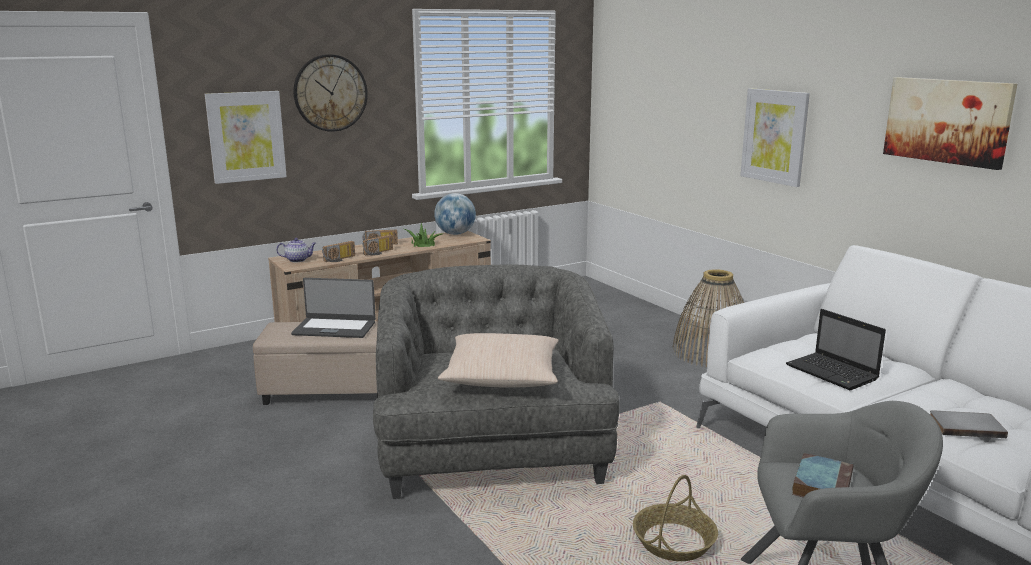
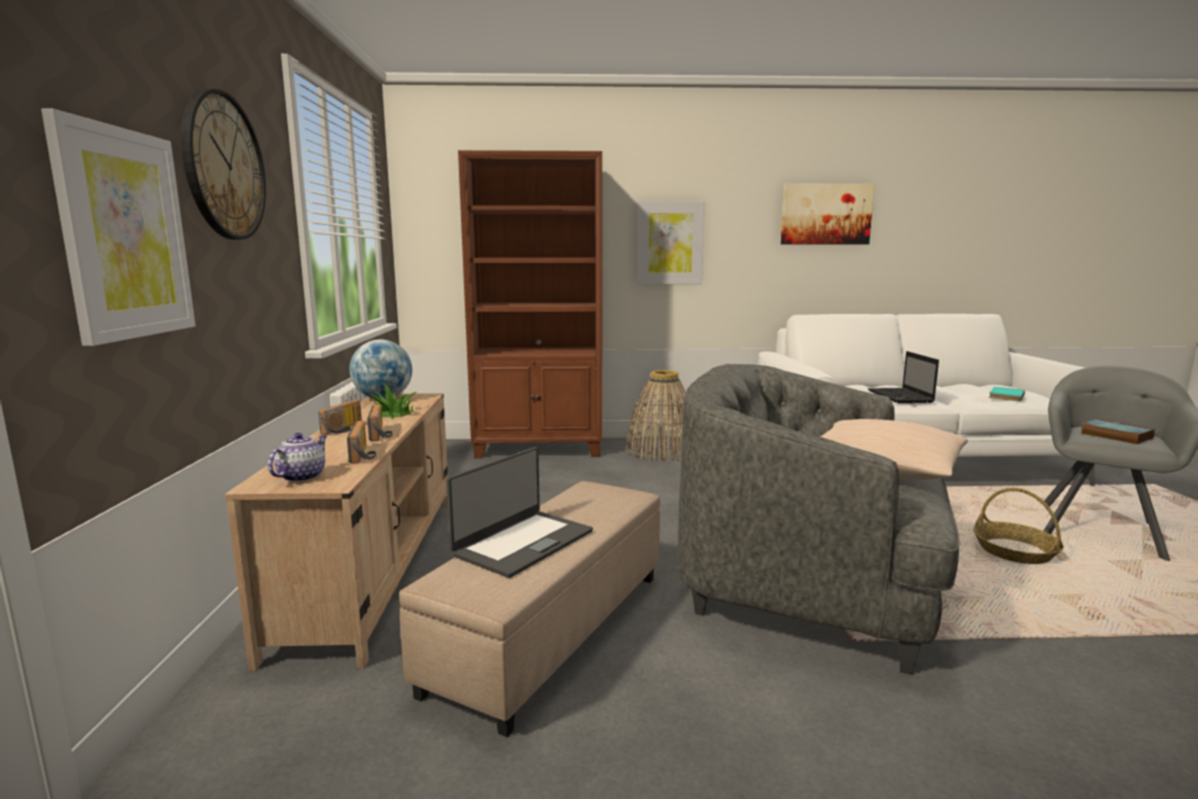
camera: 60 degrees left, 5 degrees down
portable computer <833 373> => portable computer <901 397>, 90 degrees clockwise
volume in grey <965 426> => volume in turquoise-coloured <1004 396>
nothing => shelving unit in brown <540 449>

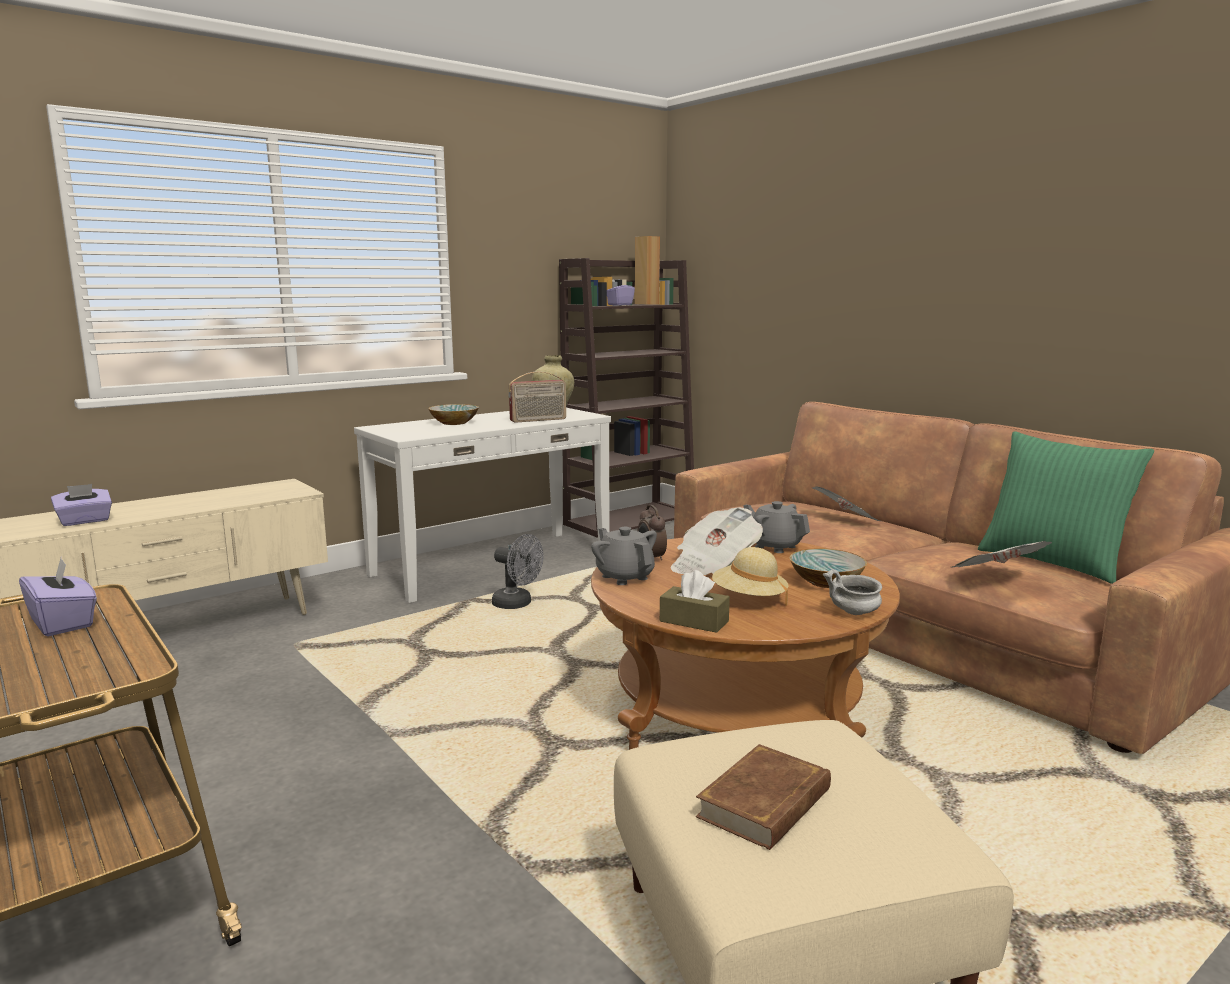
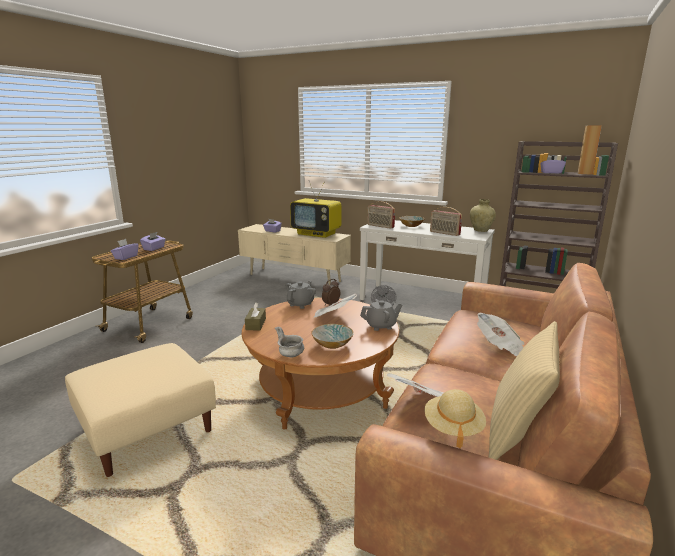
camera: 65 degrees right, 5 degrees up
volume in brown <765 803> => nothing
hat in beige <749 599> => hat in beige <453 427>, move
tea pot in grey <774 546> => tea pot in grey <381 326>, 60 degrees clockwise
cushion in green <1053 562> => cushion in beige <517 434>
nothing => tissue holder in purple <126 257>
nothing => TV set <317 234>
nothing => radio receiver <380 226>

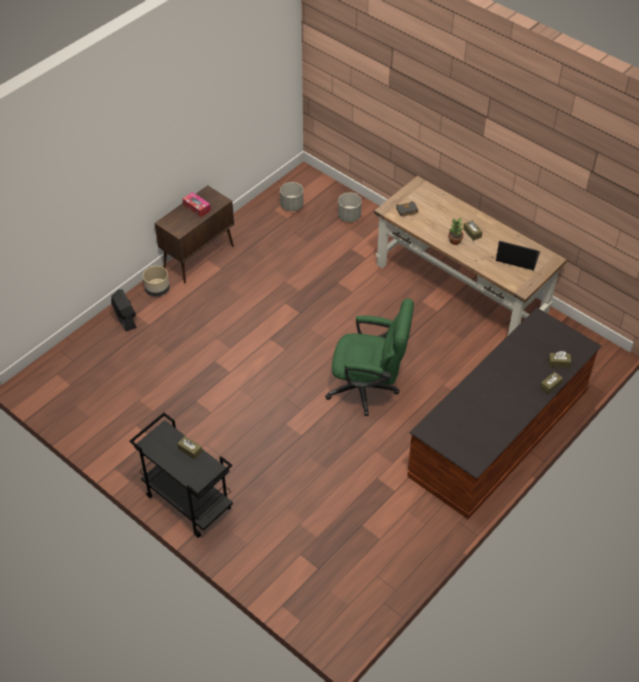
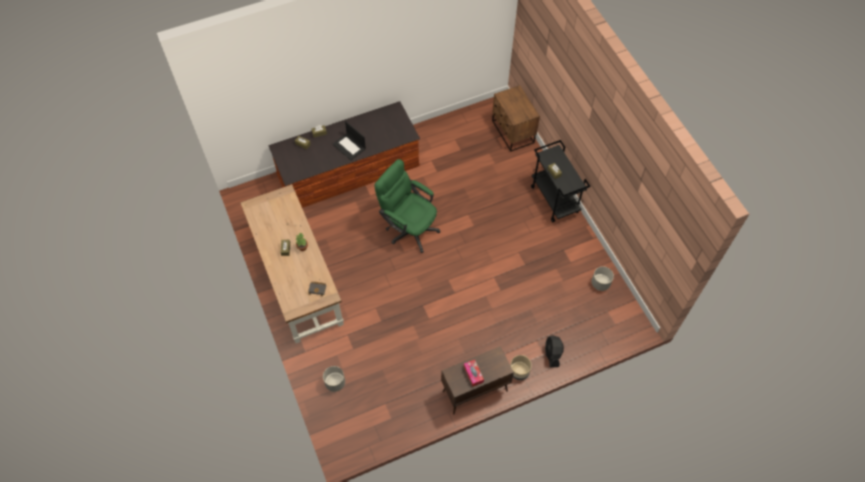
camera: 155 degrees left, 10 degrees up
planter in grey <291 206> => planter in grey <600 283>, move
portable computer <517 257> => portable computer <349 146>, move
nothing => bedside table in brown <512 132>

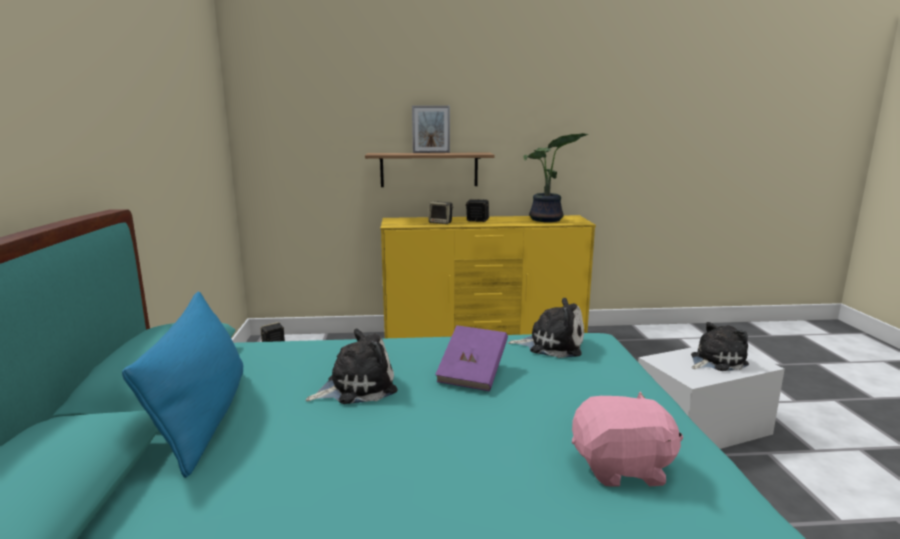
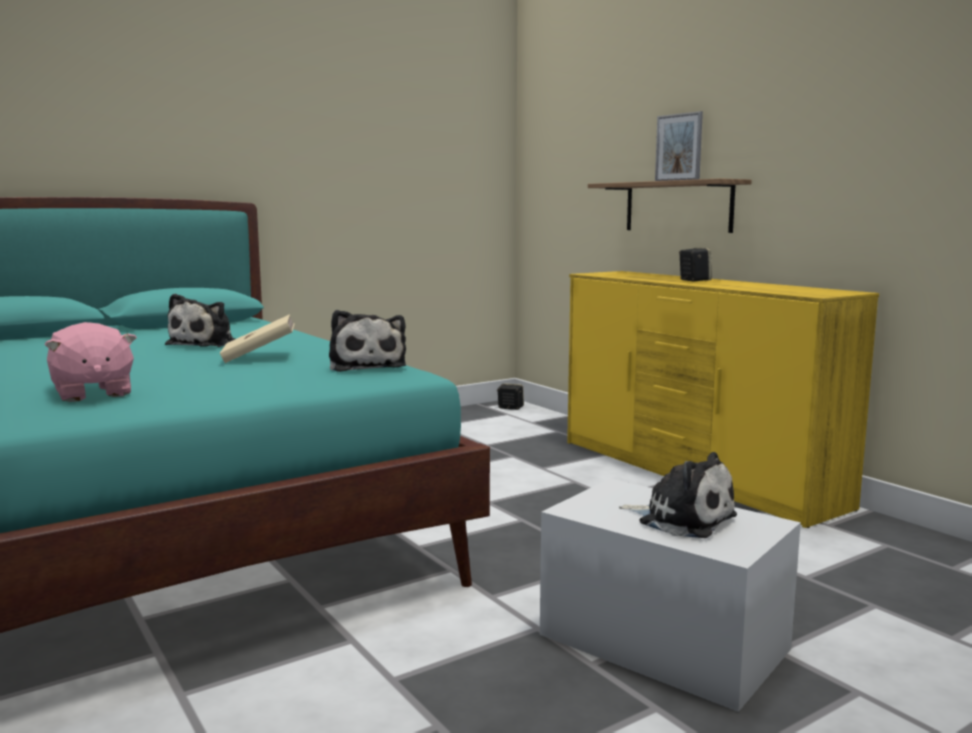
camera: 60 degrees right, 5 degrees down
cushion in blue <203 417> => nothing
cuddly toy <356 387> => cuddly toy <206 344>, 75 degrees clockwise
speaker <441 223> => nothing
volume in purple <472 374> => volume in beige <259 357>
houseplant <546 220> => nothing

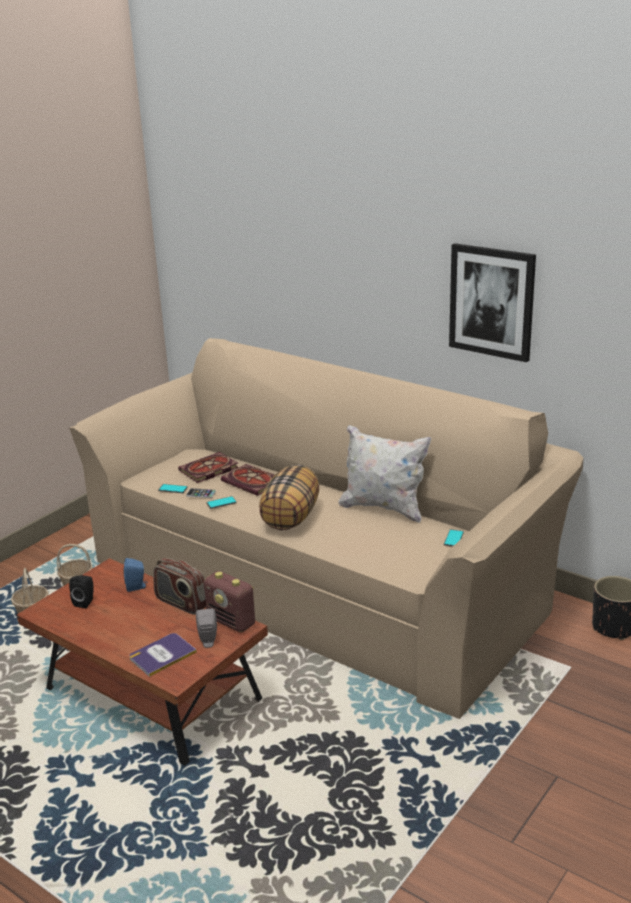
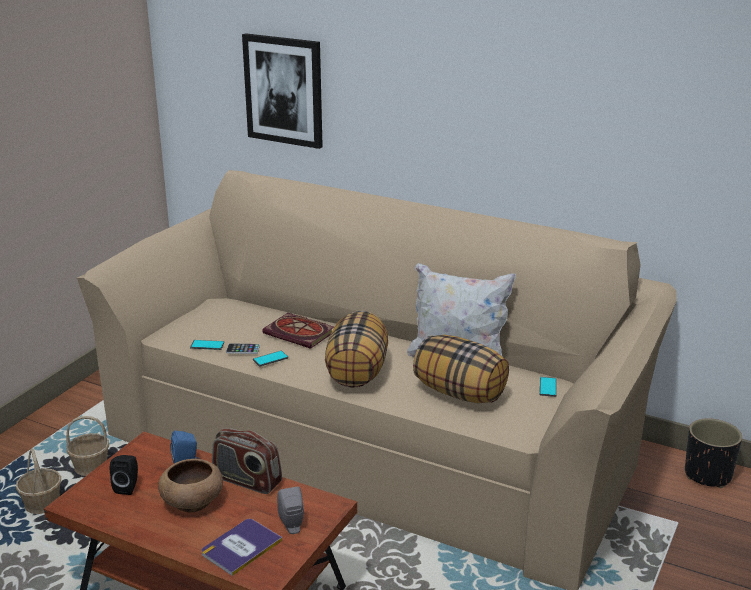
camera: 10 degrees left, 0 degrees up
volume <208 470> => nothing
radio receiver <232 622> => nothing
wall art <492 301> => wall art <284 90>, move
nothing => serving bowl in brown <192 501>
nothing => cushion <460 393>

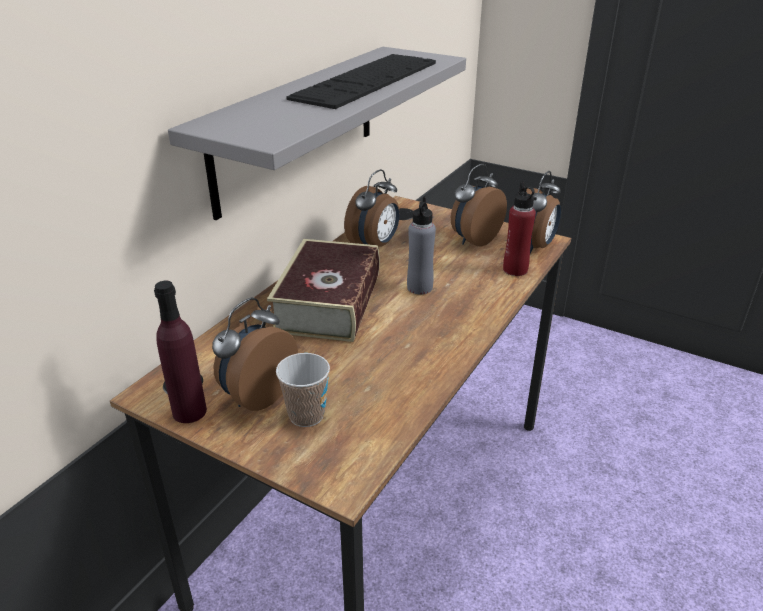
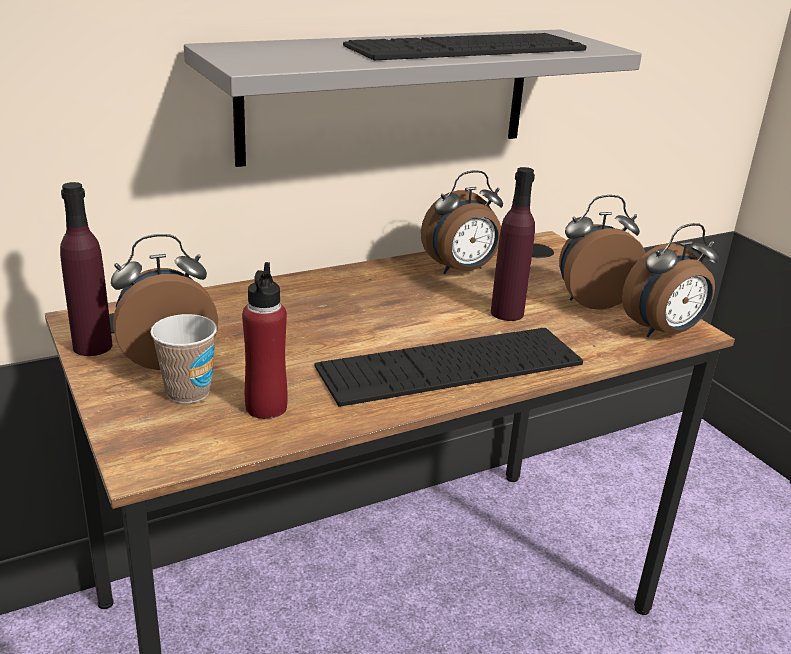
camera: 30 degrees right, 5 degrees down
volume <328 303> => nothing
bottle in grey <419 287> => nothing
bottle in reddish <515 269> => bottle in reddish <266 407>, move
nothing => computer keyboard <451 365>
nothing => bottle in purple <507 313>

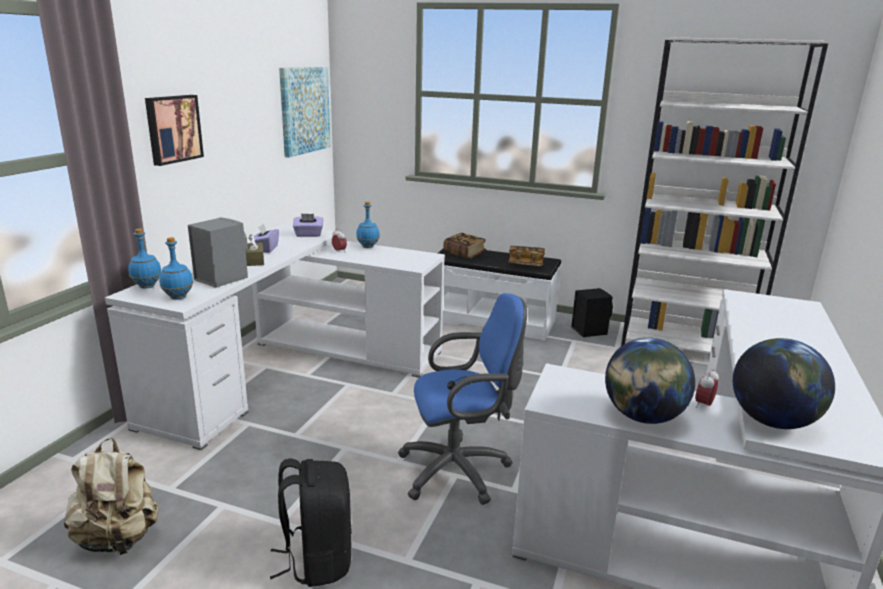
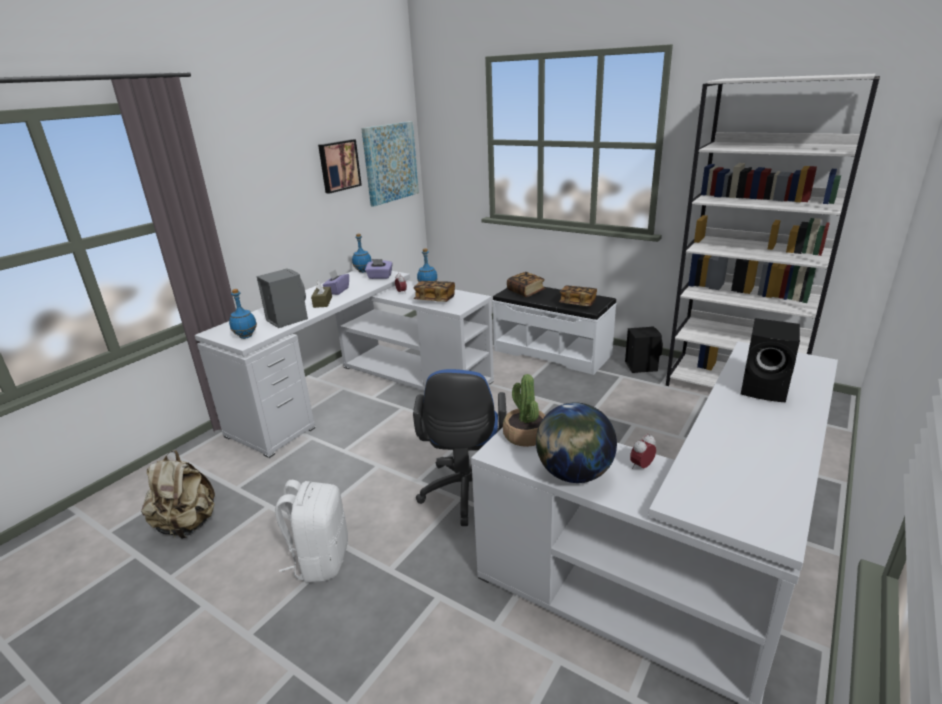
camera: 15 degrees right, 5 degrees up
bottle in blue <147 286> => bottle in blue <363 271>, move
wall art <172 129> => wall art <338 165>, move
knapsack in black <317 559> => knapsack in white <321 560>
office chair in blue <460 470> => office chair in blue <465 494>, 90 degrees clockwise
globe <772 421> => nothing
nothing => volume <435 300>
nothing => houseplant <525 435>
nothing => speaker in black <765 389>

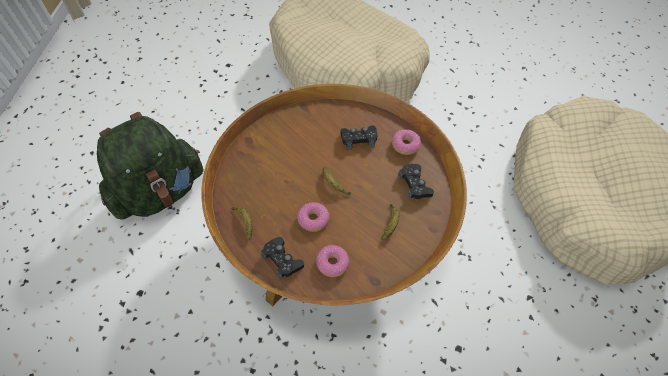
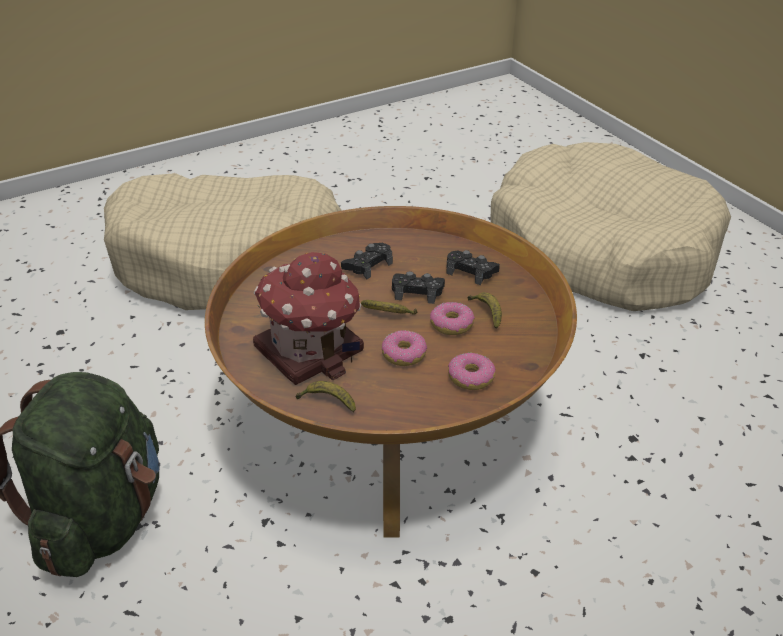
camera: 40 degrees left, 20 degrees down
joypad in black <282 260> => joypad in black <417 292>, move
ring doughnut <405 145> => ring doughnut <452 324>, move
nothing => miniature house <311 349>

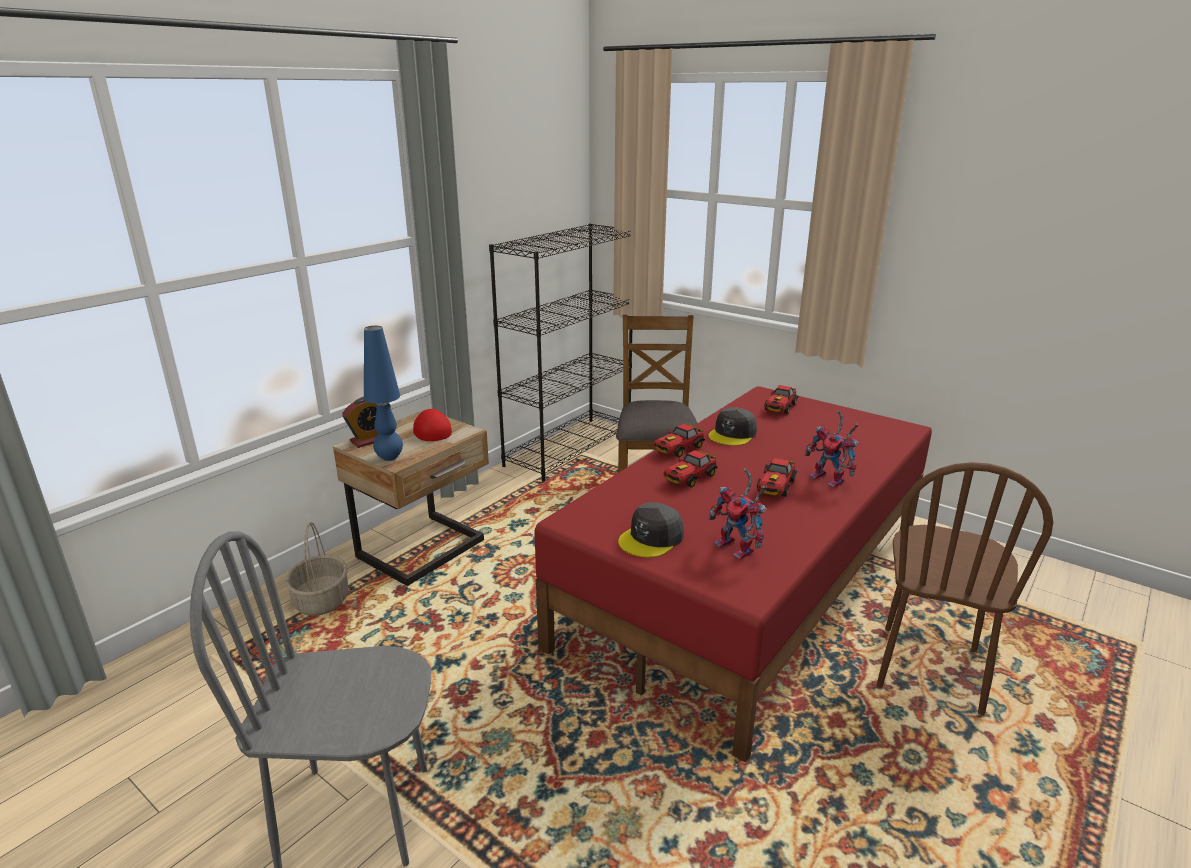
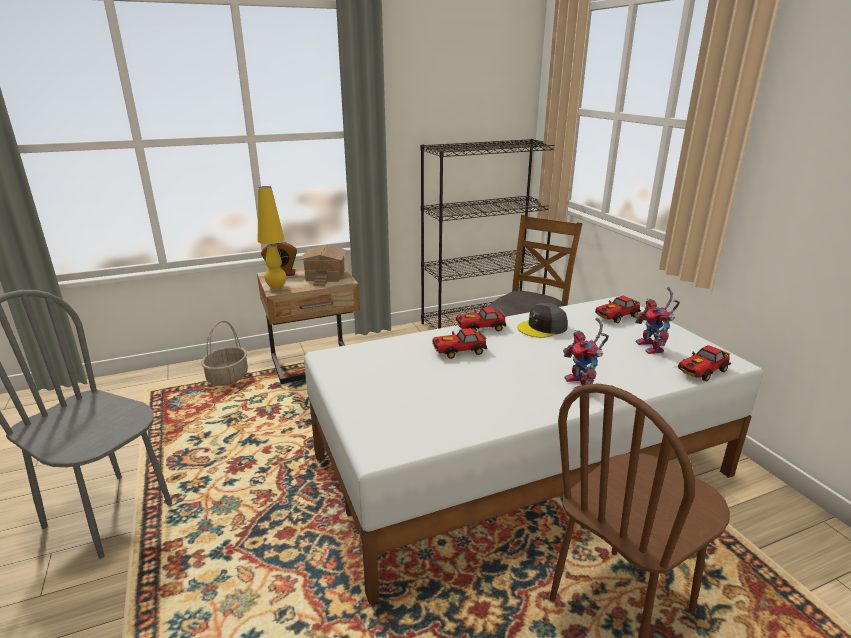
camera: 30 degrees right, 0 degrees up
table lamp in blue <389 457> => table lamp in yellow-coloured <276 287>
baseball cap in reddish <431 430> => miniature house <324 275>
bedroom bed in reddish <749 584> => bedroom bed in white <521 466>
baseball cap in grey <652 538> => nothing
model robot <738 549> => model robot <653 348>, move
toy car <775 487> => toy car <701 372>, move

